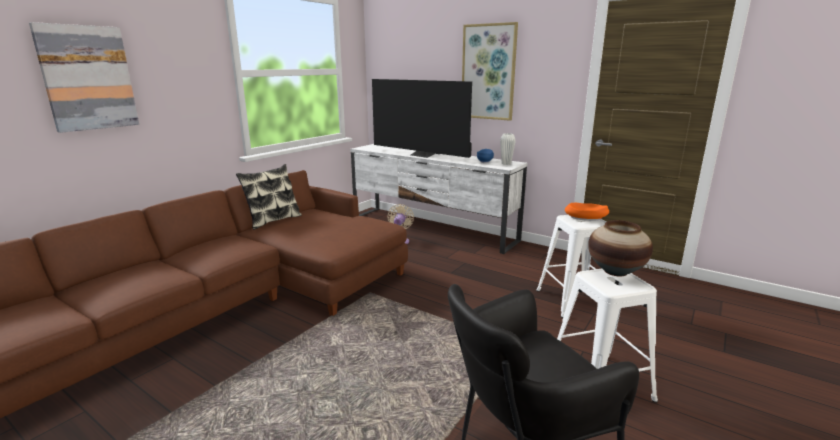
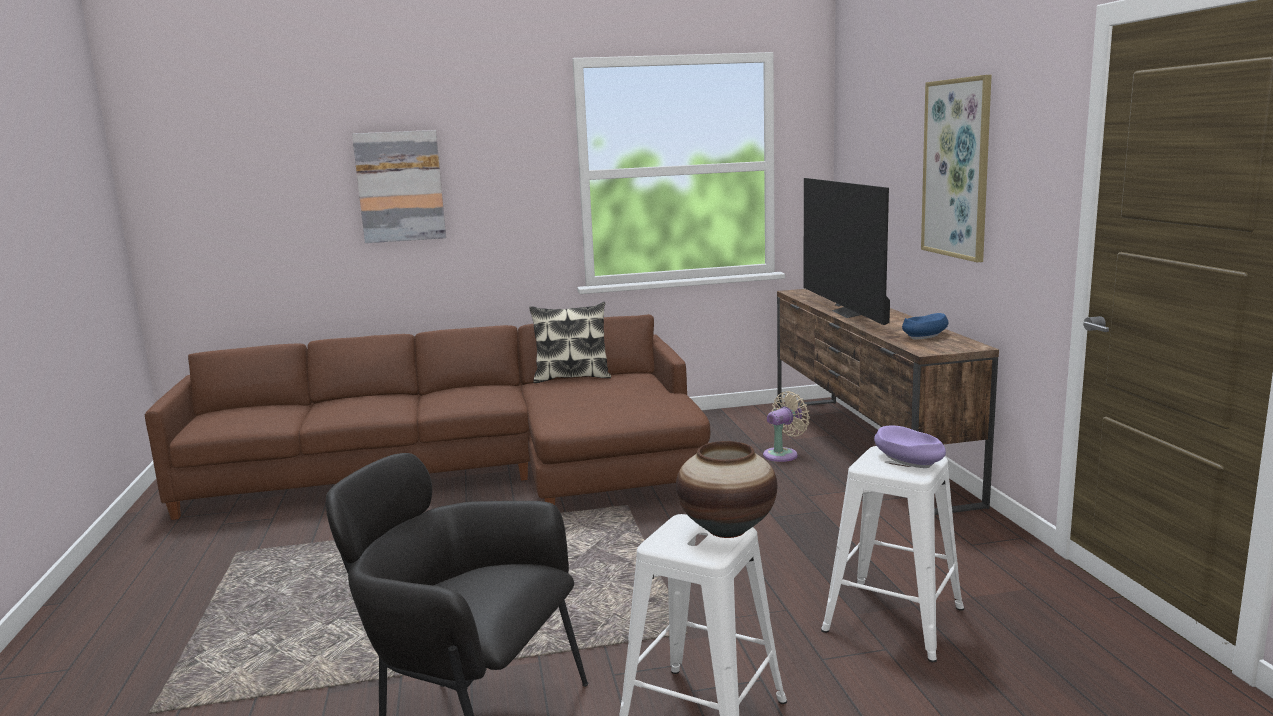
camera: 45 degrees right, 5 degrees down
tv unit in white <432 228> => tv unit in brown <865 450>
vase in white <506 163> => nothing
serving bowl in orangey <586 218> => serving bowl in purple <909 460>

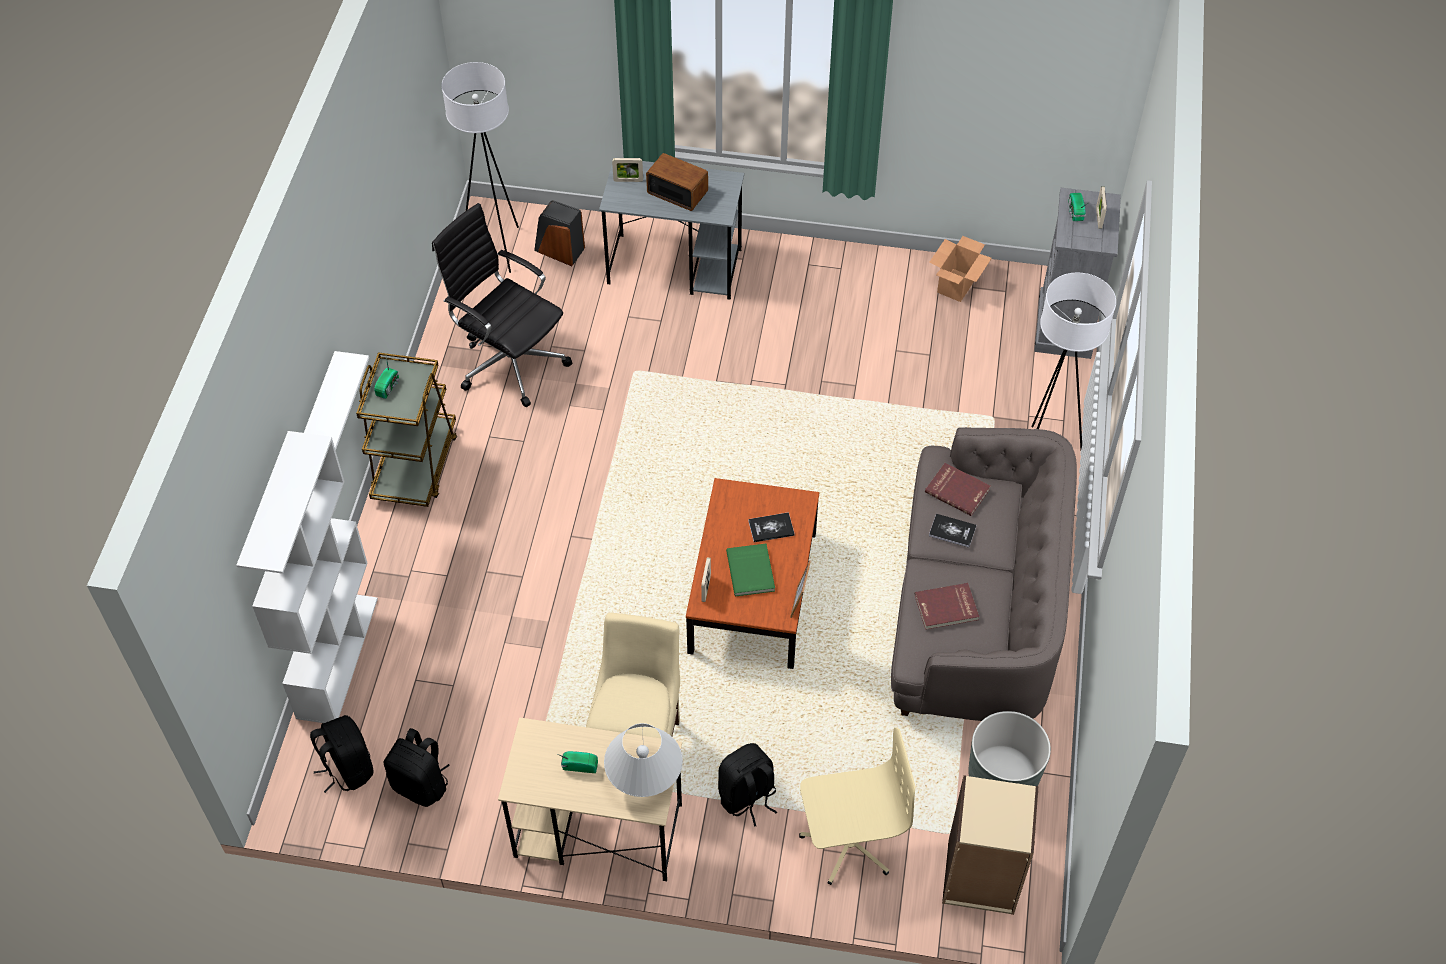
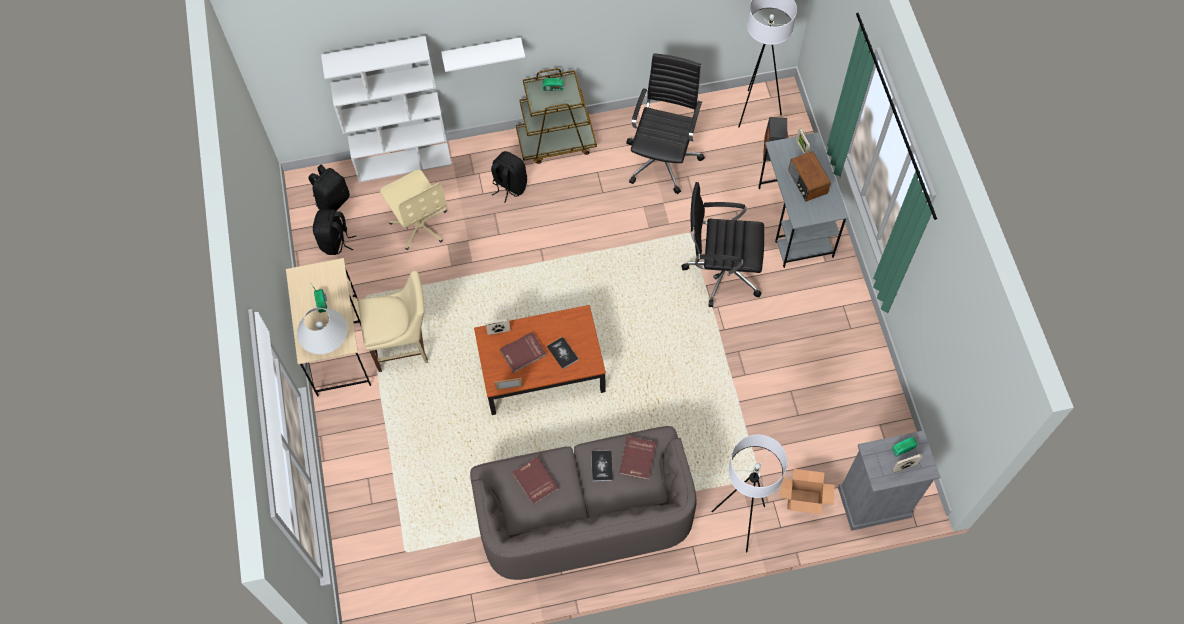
camera: 70 degrees right, 10 degrees up
radio receiver <677 191> => radio receiver <807 182>, 150 degrees clockwise
knapsack in black <747 797> => knapsack in black <509 186>, move
volume in green <751 571> => volume in reddish <523 353>
office chair in beige <848 841> => office chair in beige <420 224>, move
cardboard box <956 285> => cardboard box <803 500>, move
shelving unit in beige <980 878> => nothing
planter in grey <1002 778> => nothing
nothing => office chair in black <721 271>

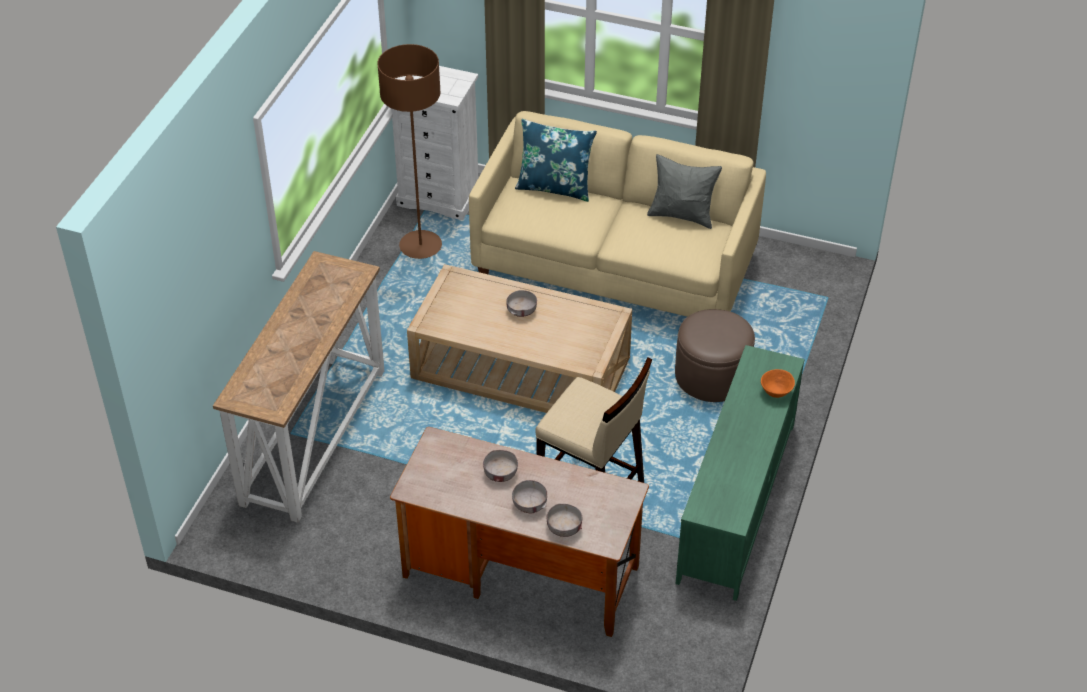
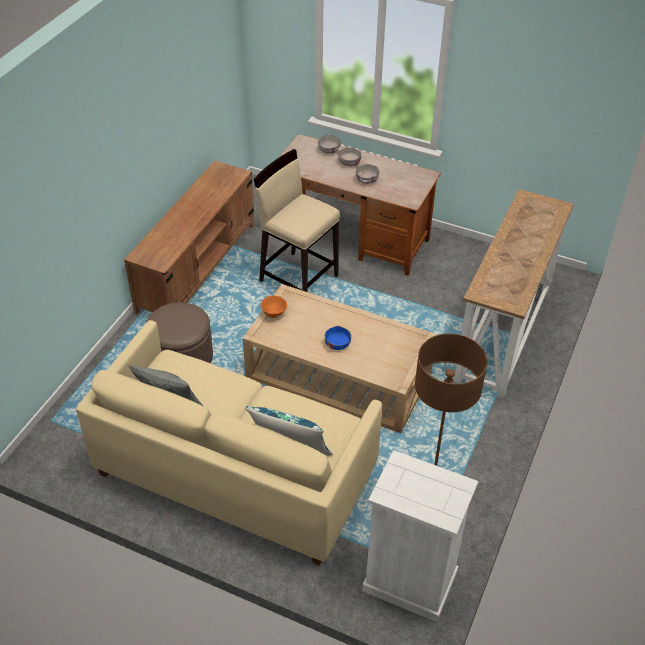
camera: 175 degrees left, 0 degrees up
serving bowl in grey <522 310> => serving bowl in blue <337 344>
tv unit in green <736 502> => tv unit in brown <197 267>
serving bowl in orangey <775 391> => serving bowl in orangey <274 313>, move

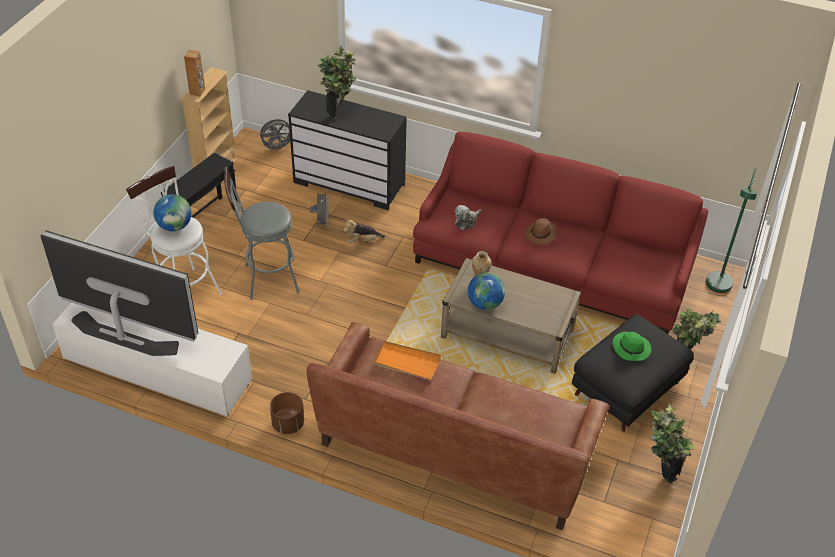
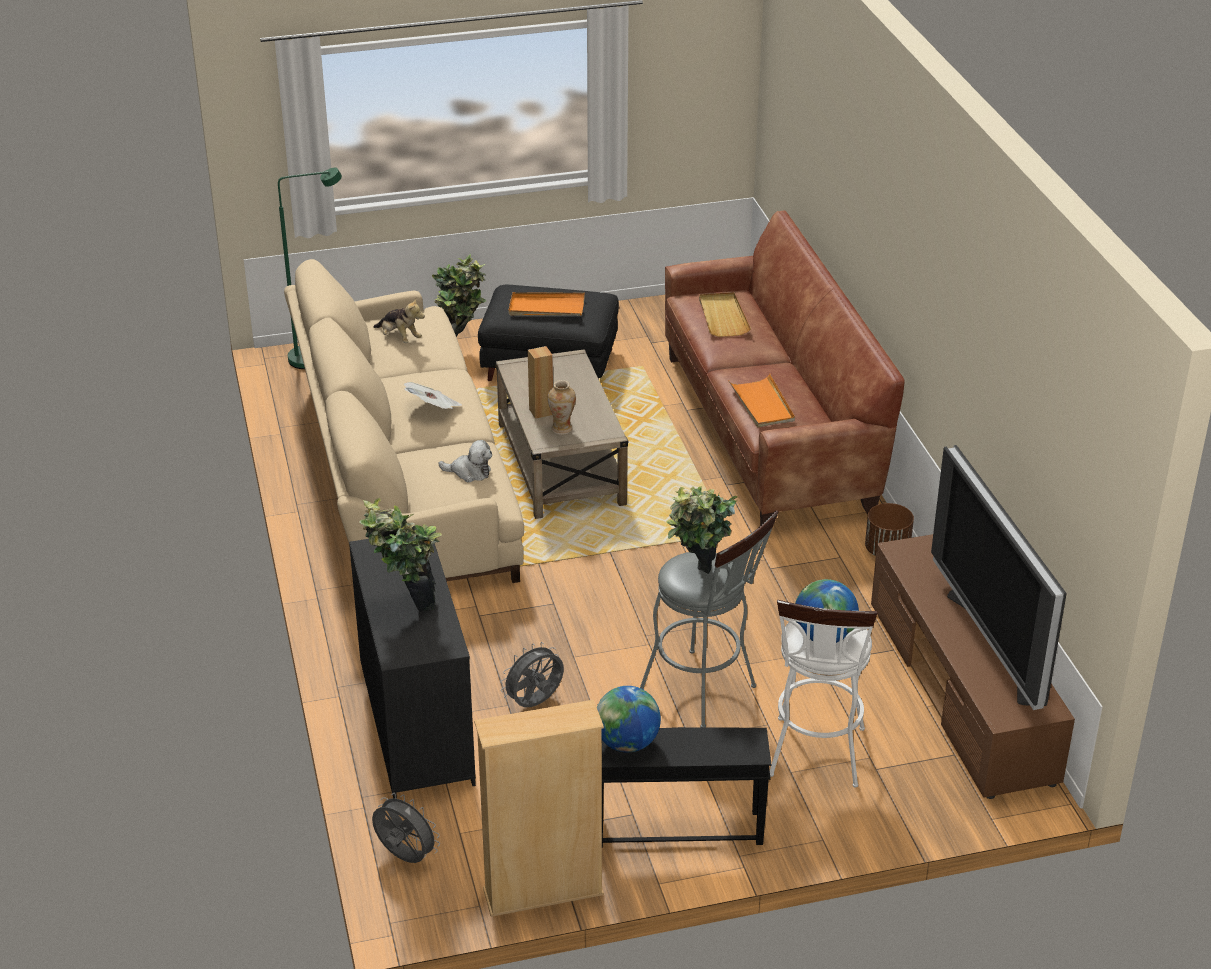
camera: 125 degrees left, 10 degrees down
tv unit in white <156 370> => tv unit in brown <962 694>
speaker in brown <197 92> => speaker in brown <541 411>, move
cuddly toy <363 240> => cuddly toy <399 338>, move
sofa in reddish <552 266> => sofa in beige <403 475>
globe <485 304> => globe <627 743>, move
hat in brown <541 235> => newspaper <433 408>
hat in green <631 348> => serving tray in orangey <546 307>
houseplant <660 469> => houseplant <697 581>, move
nothing => serving tray in beige <723 317>

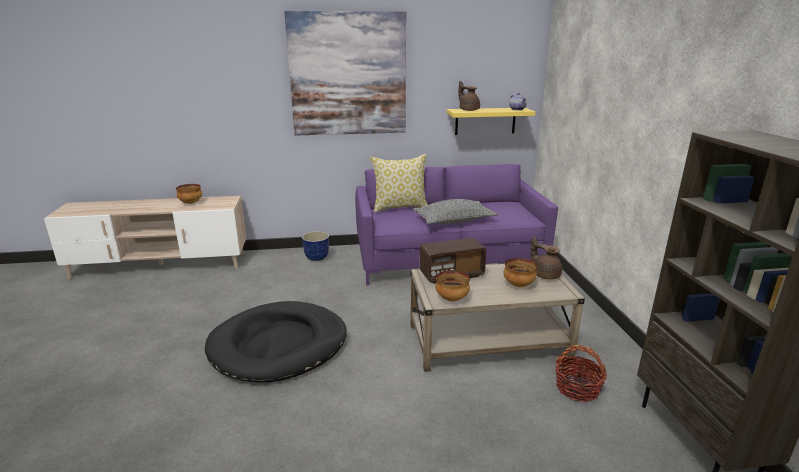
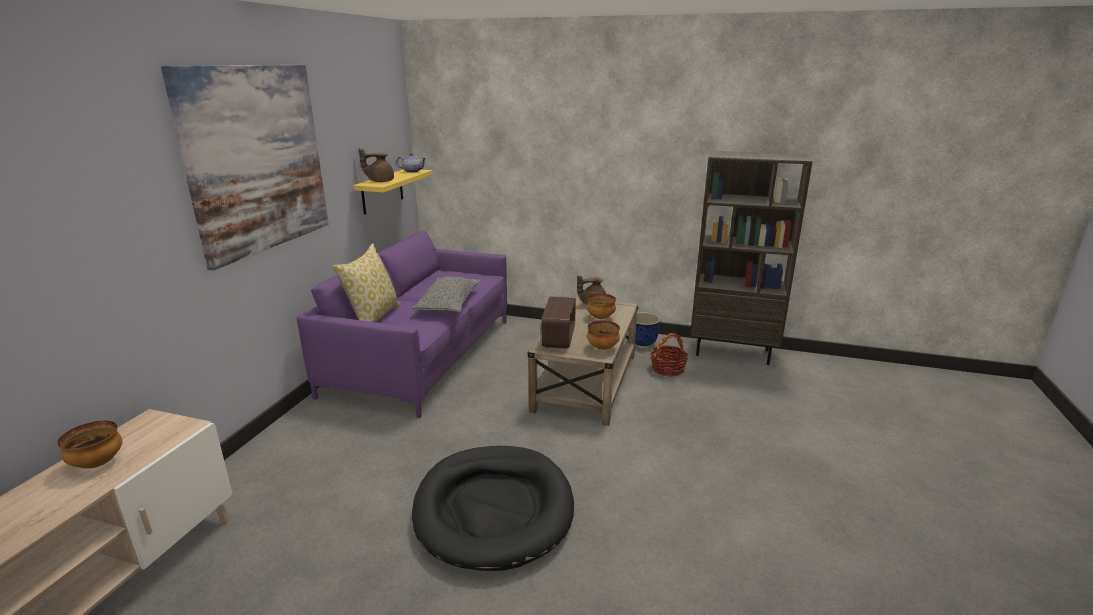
camera: 65 degrees left, 0 degrees up
planter <316 257> => planter <642 343>, move

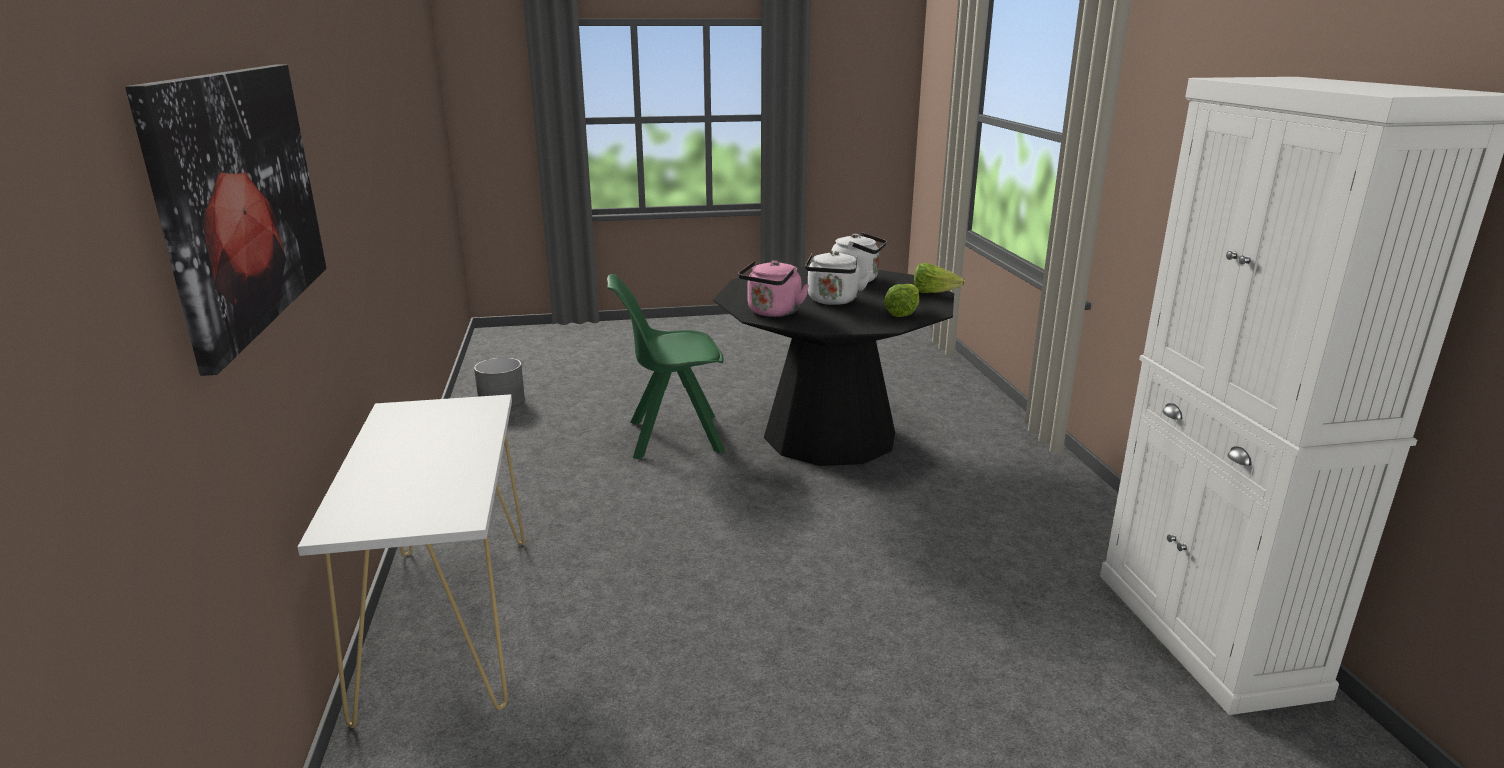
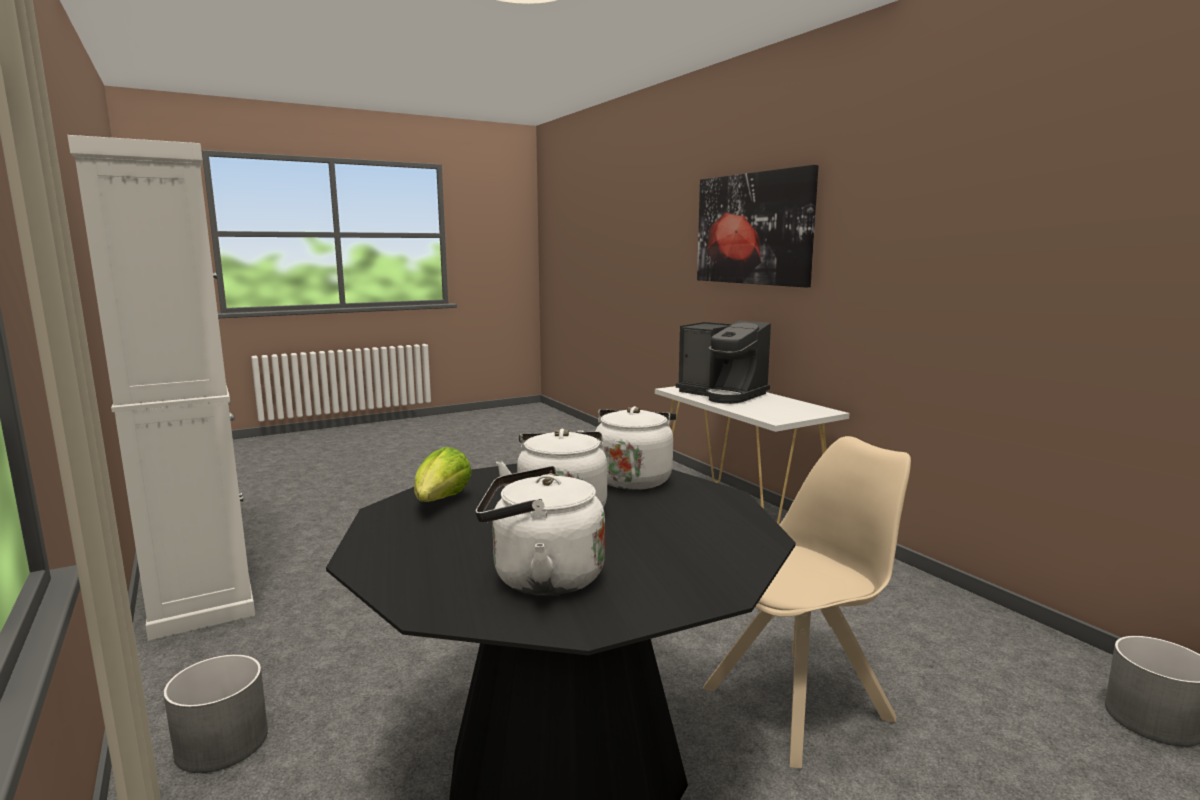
camera: 160 degrees right, 10 degrees down
upright chair in green <672 437> => upright chair in beige <801 702>
kettle in pink <772 313> => kettle in white <632 479>
lettuce head <933 293> => nothing
nothing => planter in grey <222 744>
nothing => coffee brewer <722 394>

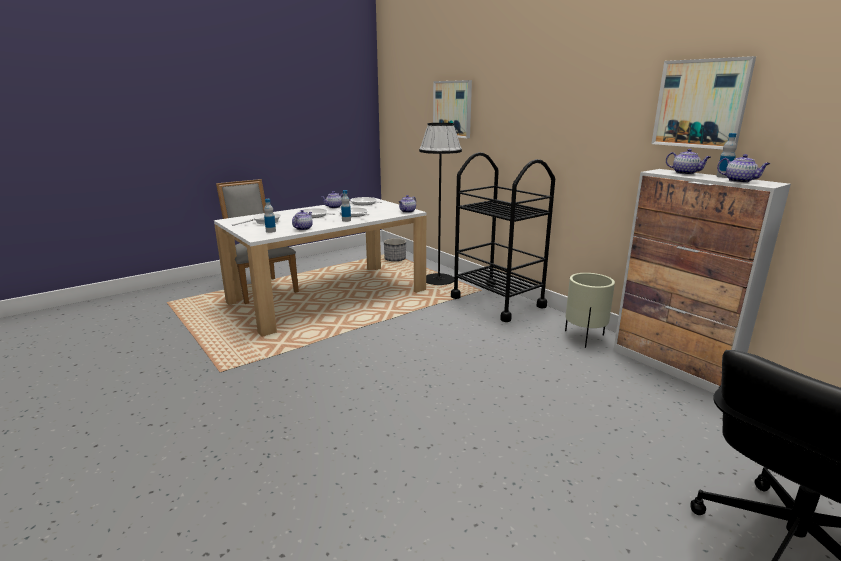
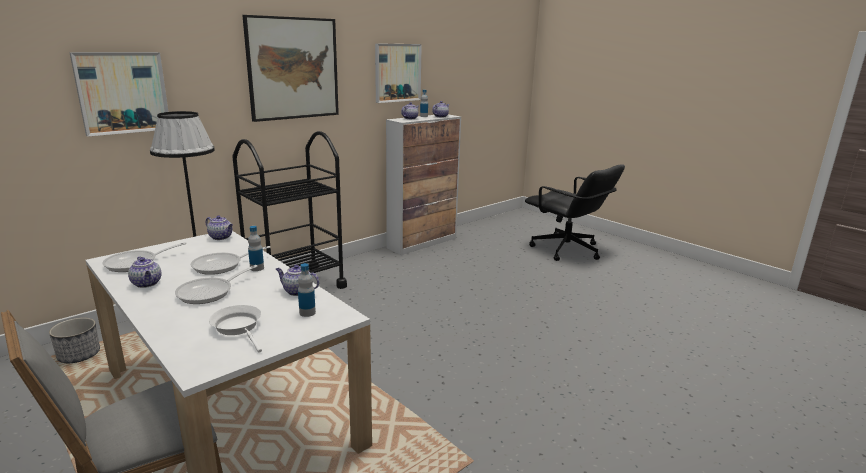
camera: 95 degrees left, 0 degrees up
planter in beige <584 337> => nothing
nothing => wall art <293 68>

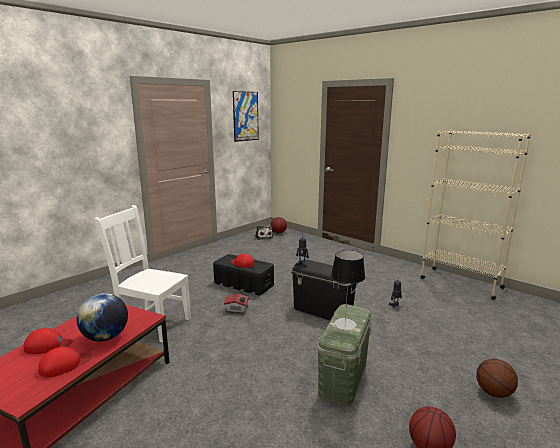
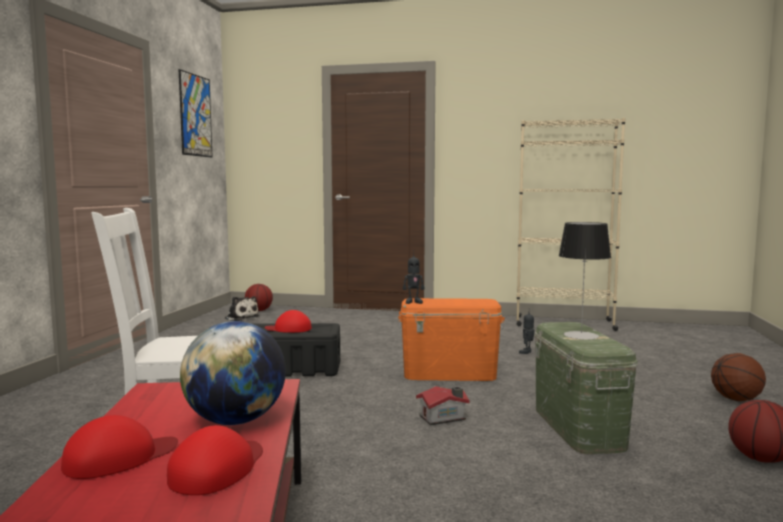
camera: 30 degrees left, 10 degrees down
miniature house <237 310> => miniature house <443 418>, move
storage box in black <323 310> => storage box in orangey <449 373>

